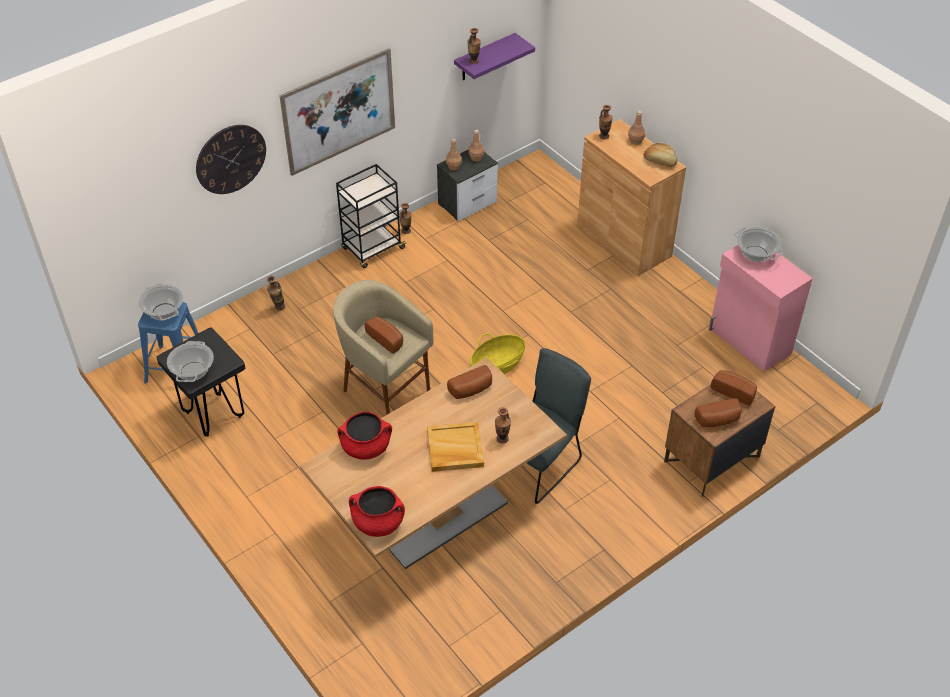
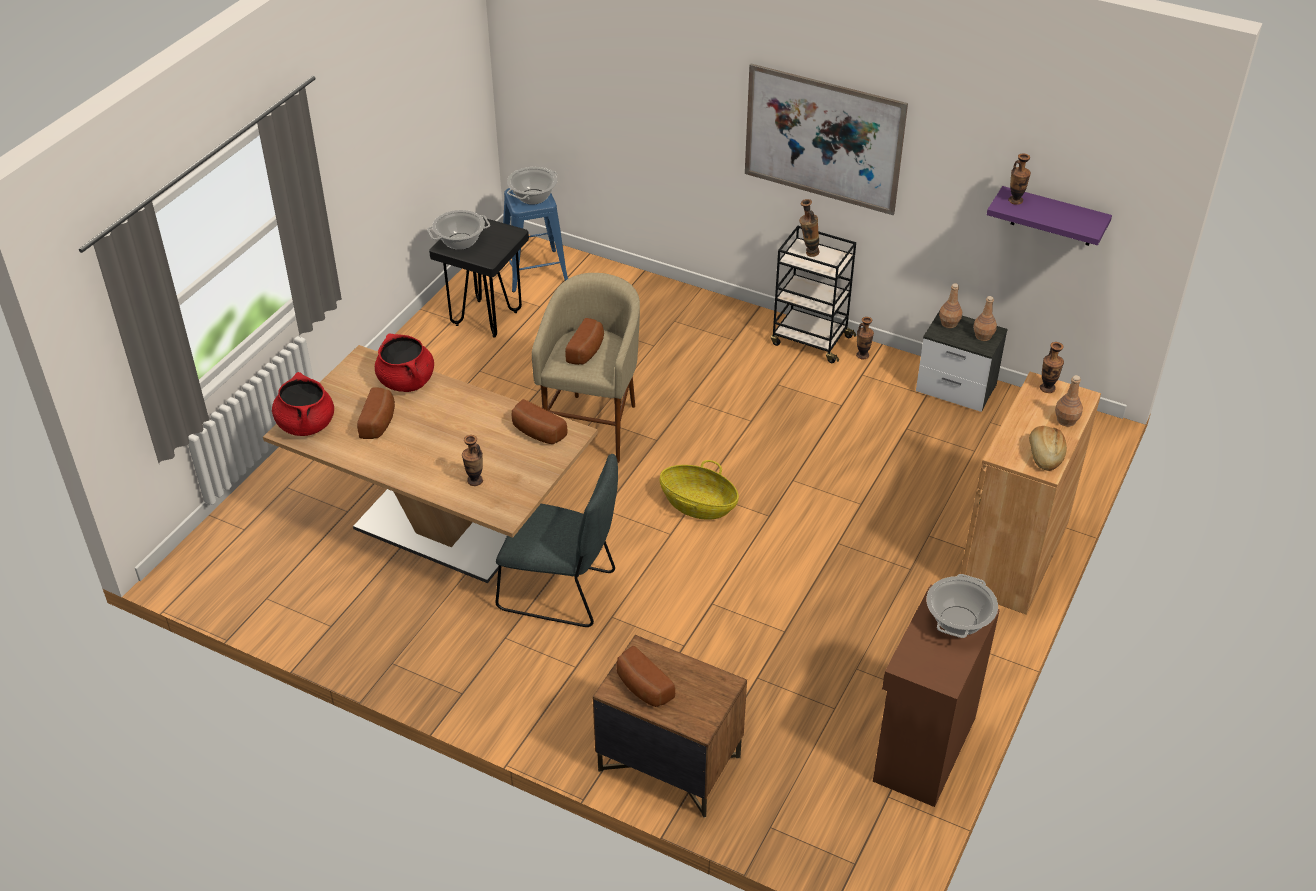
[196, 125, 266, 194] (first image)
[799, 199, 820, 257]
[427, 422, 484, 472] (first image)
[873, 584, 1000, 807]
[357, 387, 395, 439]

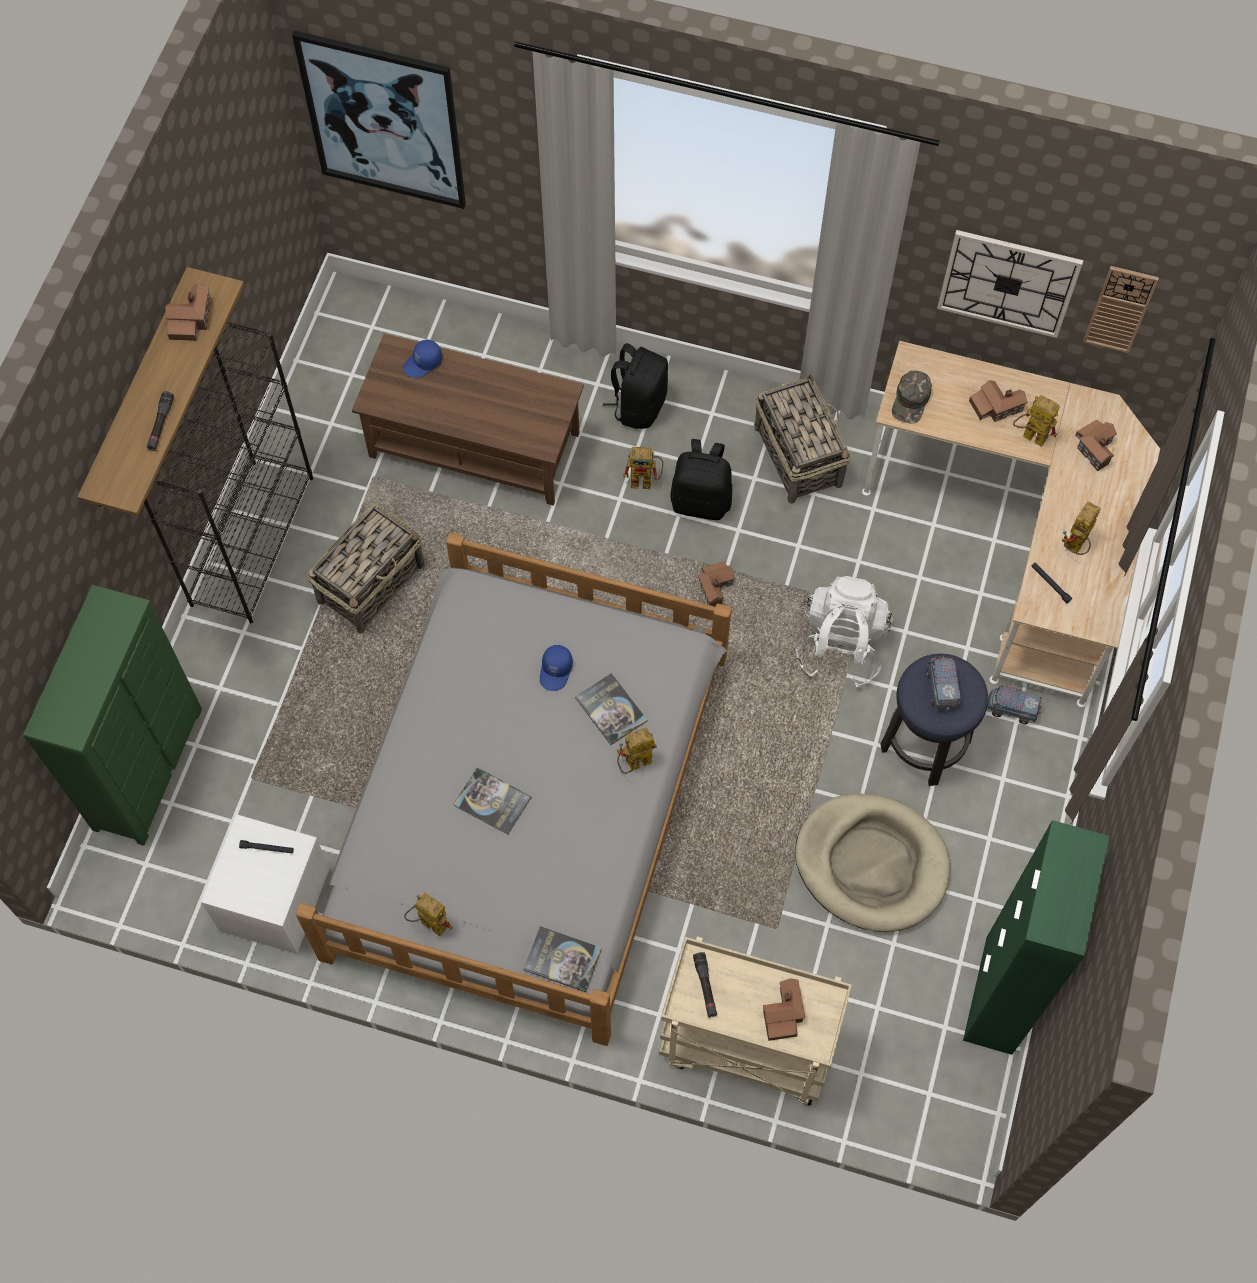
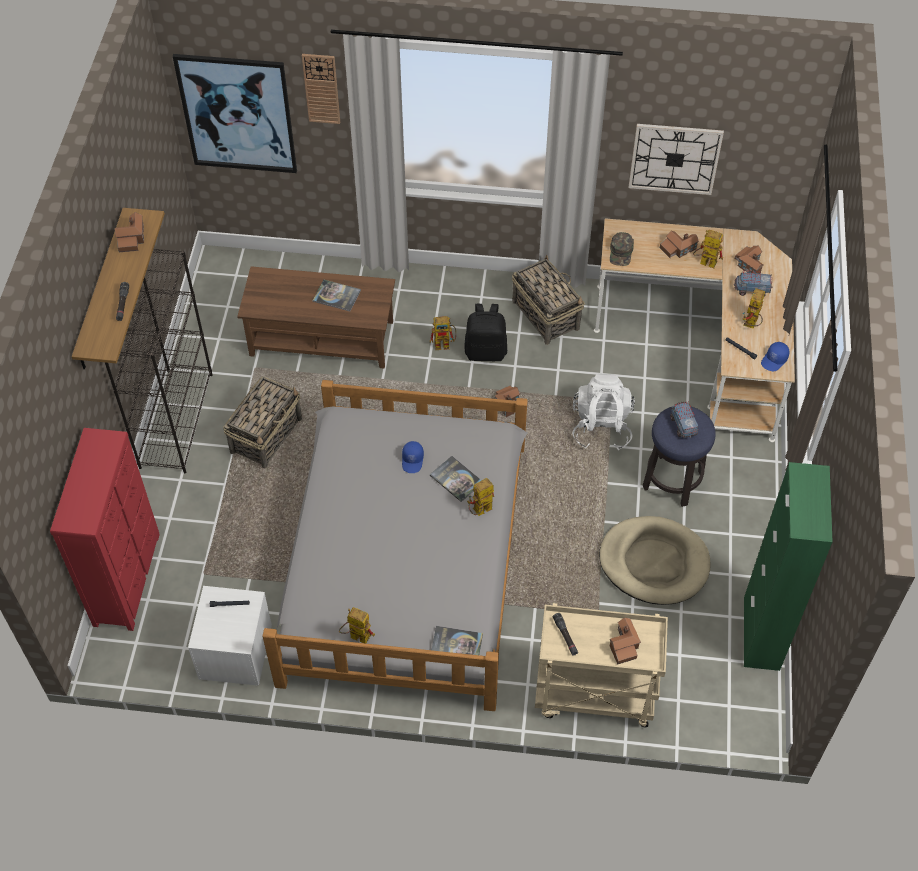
[50, 428, 160, 631]
[761, 342, 789, 371]
[312, 280, 361, 311]
[603, 343, 668, 429] (first image)
[733, 270, 772, 297]
[302, 54, 340, 124]

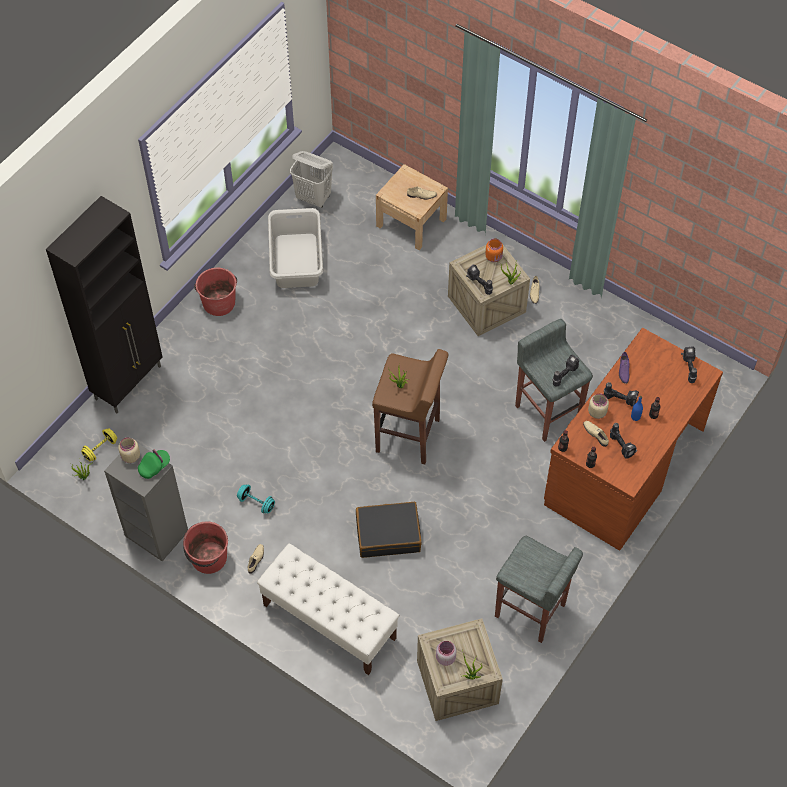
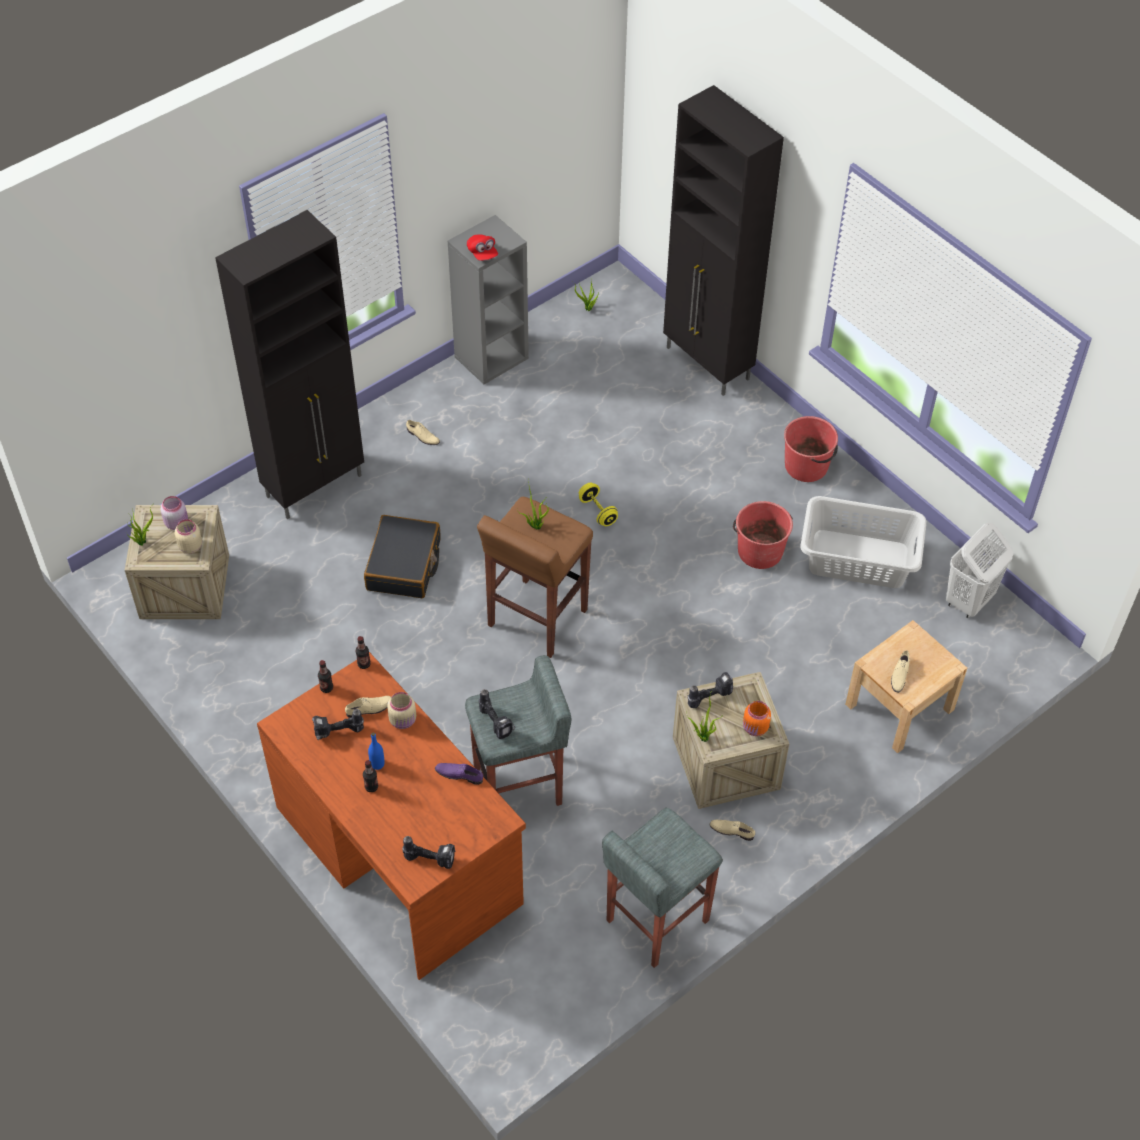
[579, 483, 618, 526]
[175, 519, 202, 554]
[467, 234, 498, 261]
[733, 501, 793, 569]
[237, 485, 275, 513] (first image)
[215, 210, 364, 519]
[602, 808, 723, 968]
[603, 382, 639, 406] (first image)

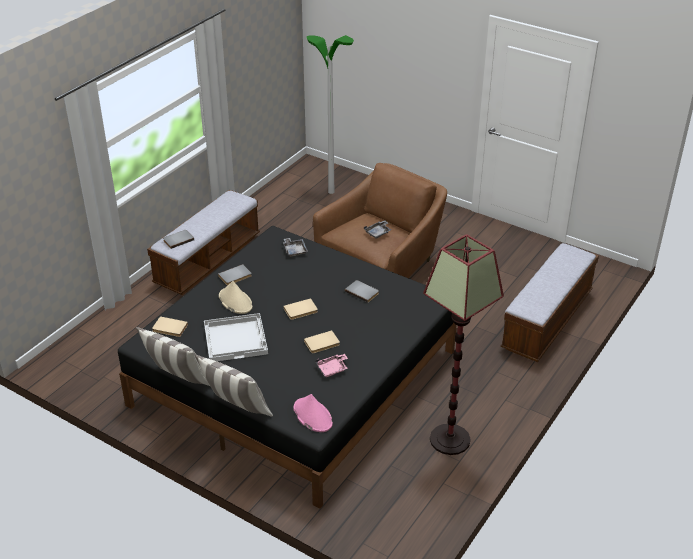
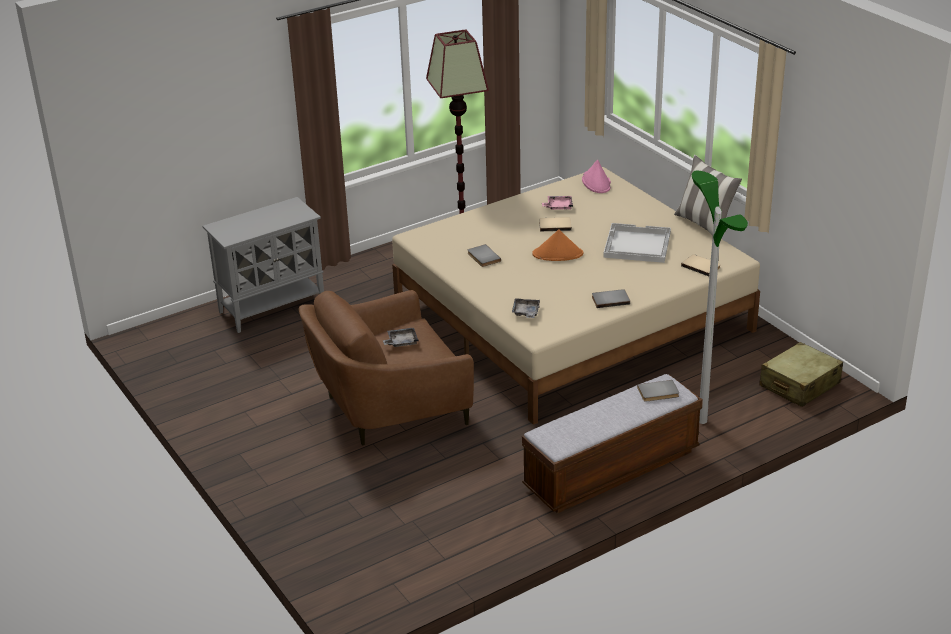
[392, 167, 760, 425]
[195, 355, 273, 416] (first image)
[219, 281, 253, 314] (first image)
[532, 229, 583, 261]
[692, 171, 748, 424]
[203, 197, 324, 333]
[759, 342, 843, 407]

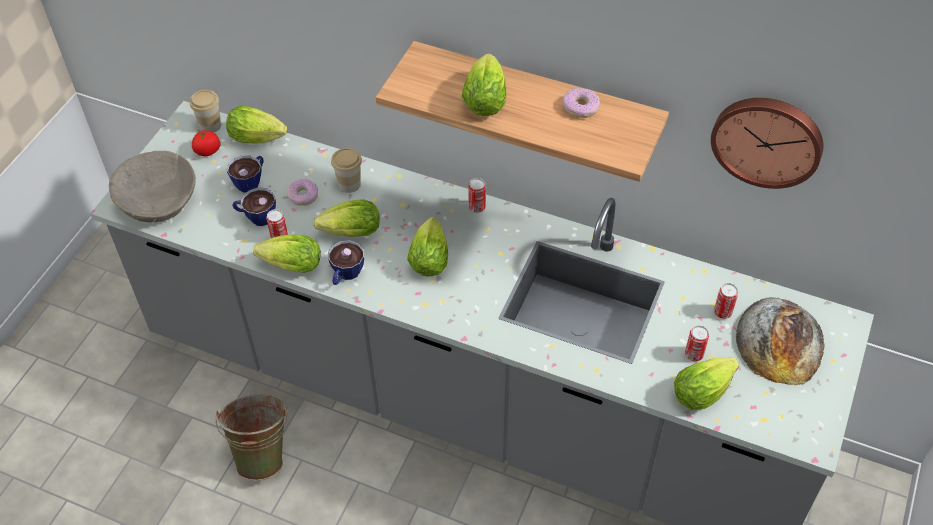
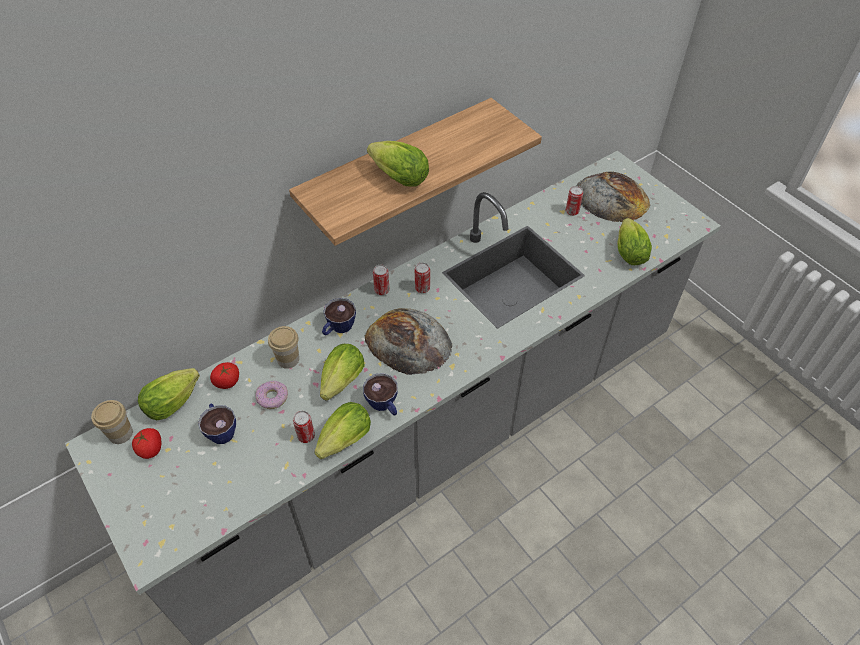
[109, 151, 196, 223] (first image)
[216, 394, 288, 481] (first image)
[322, 298, 356, 335]
[365, 308, 452, 375]
[562, 88, 600, 118] (first image)
[415, 262, 430, 293]
[711, 98, 823, 189] (first image)
[210, 362, 239, 389]

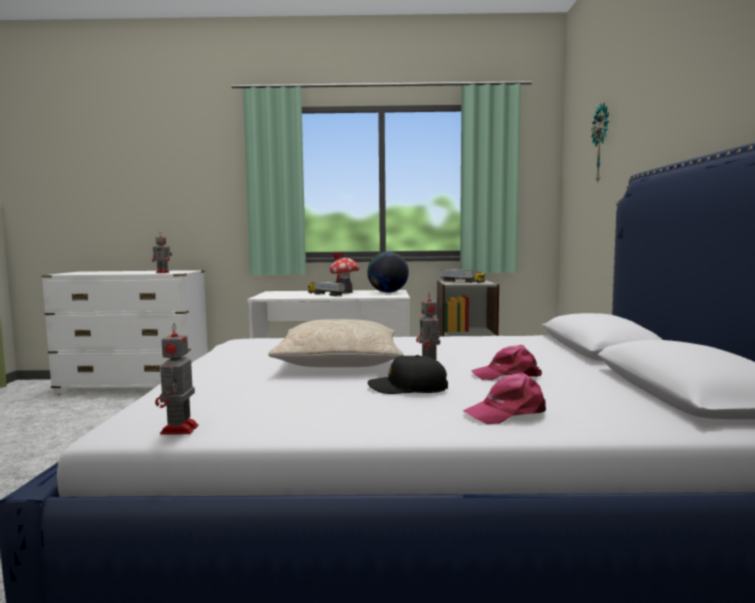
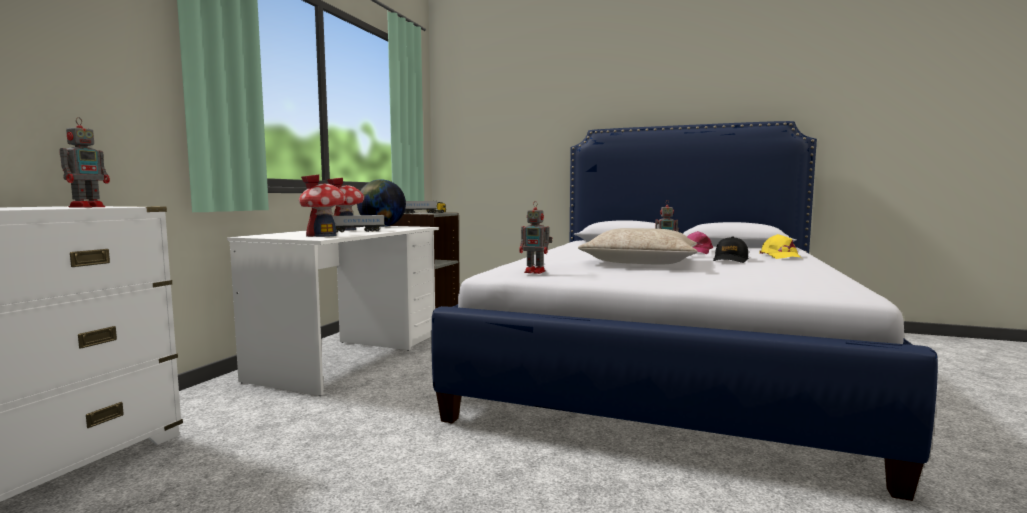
[519, 201, 552, 274]
[759, 234, 800, 259]
[591, 103, 609, 184] (first image)
[299, 175, 346, 237]

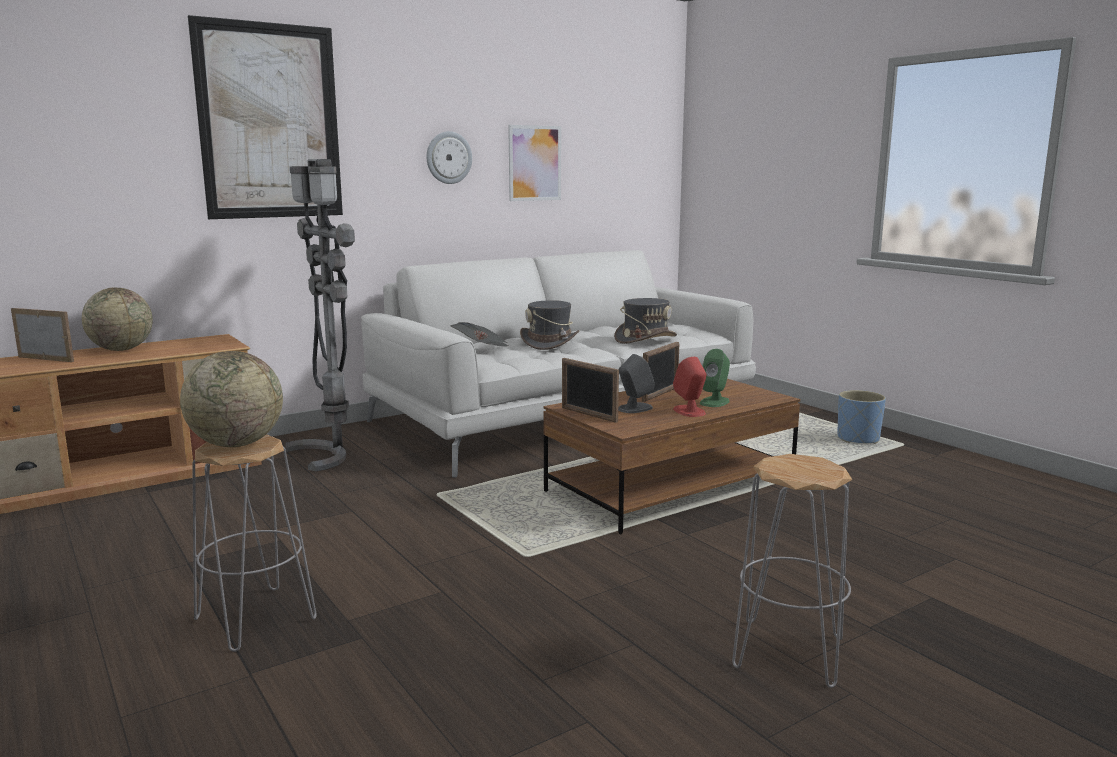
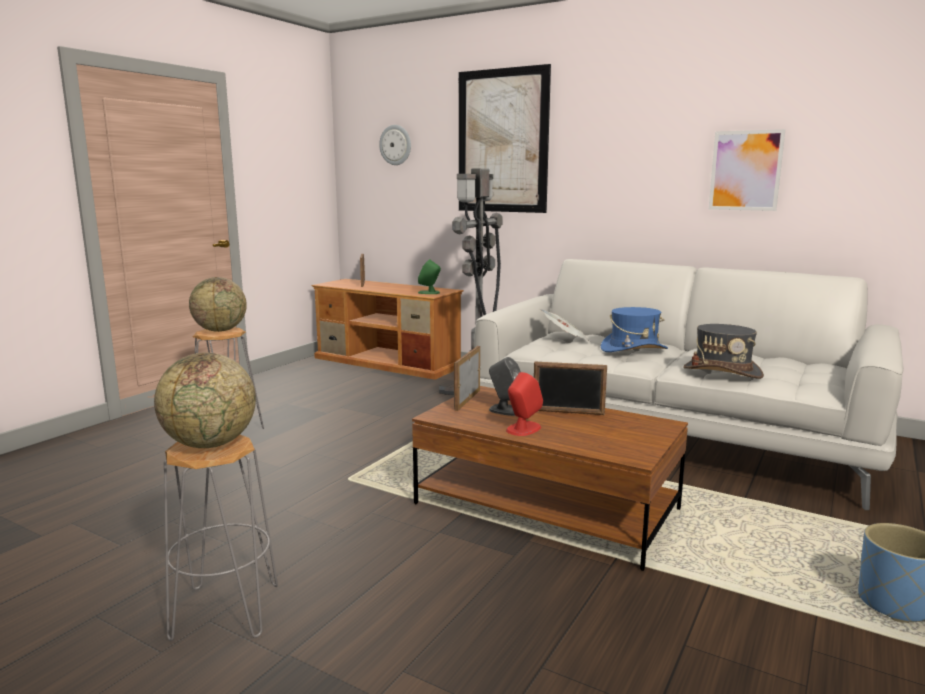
[154, 352, 256, 448]
[379, 125, 411, 165]
[601, 307, 668, 352]
[418, 259, 441, 294]

